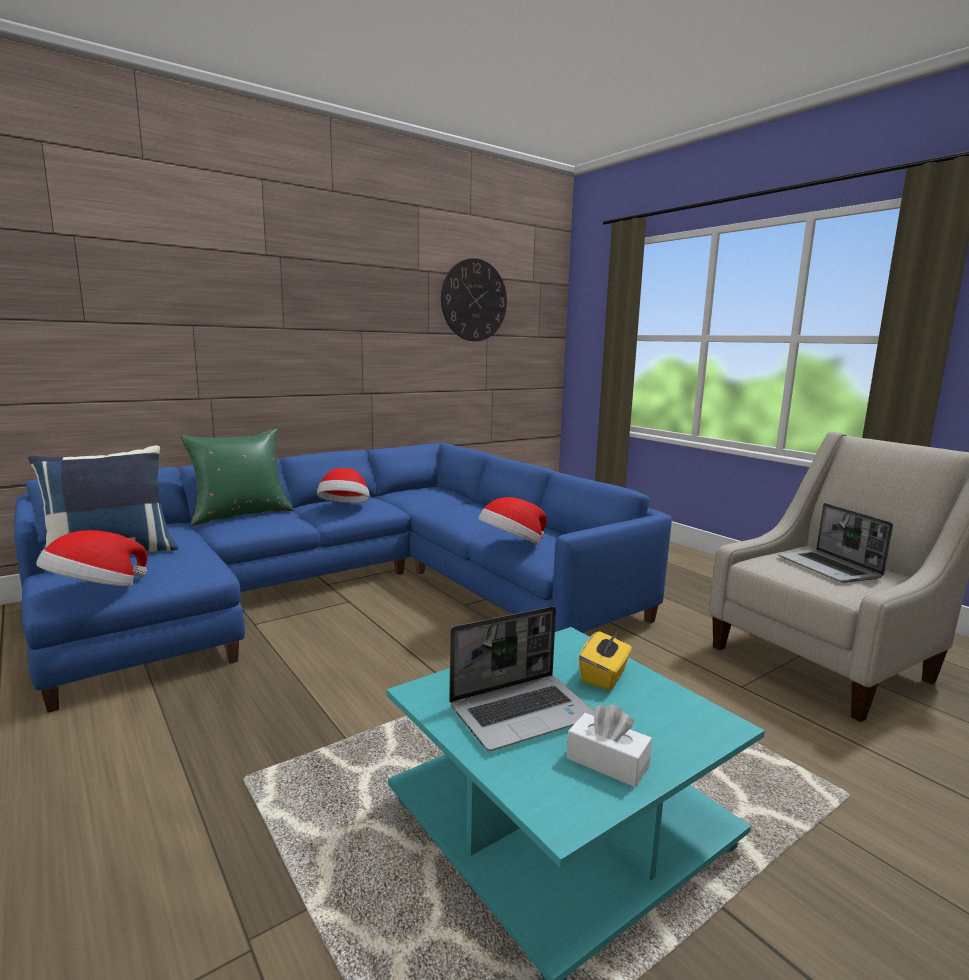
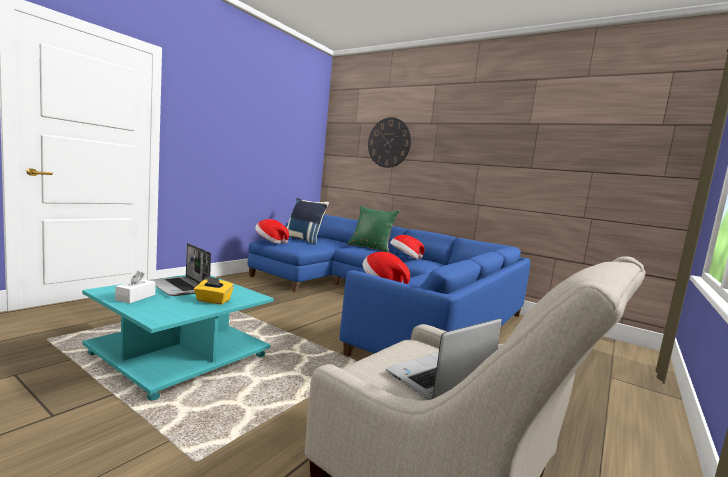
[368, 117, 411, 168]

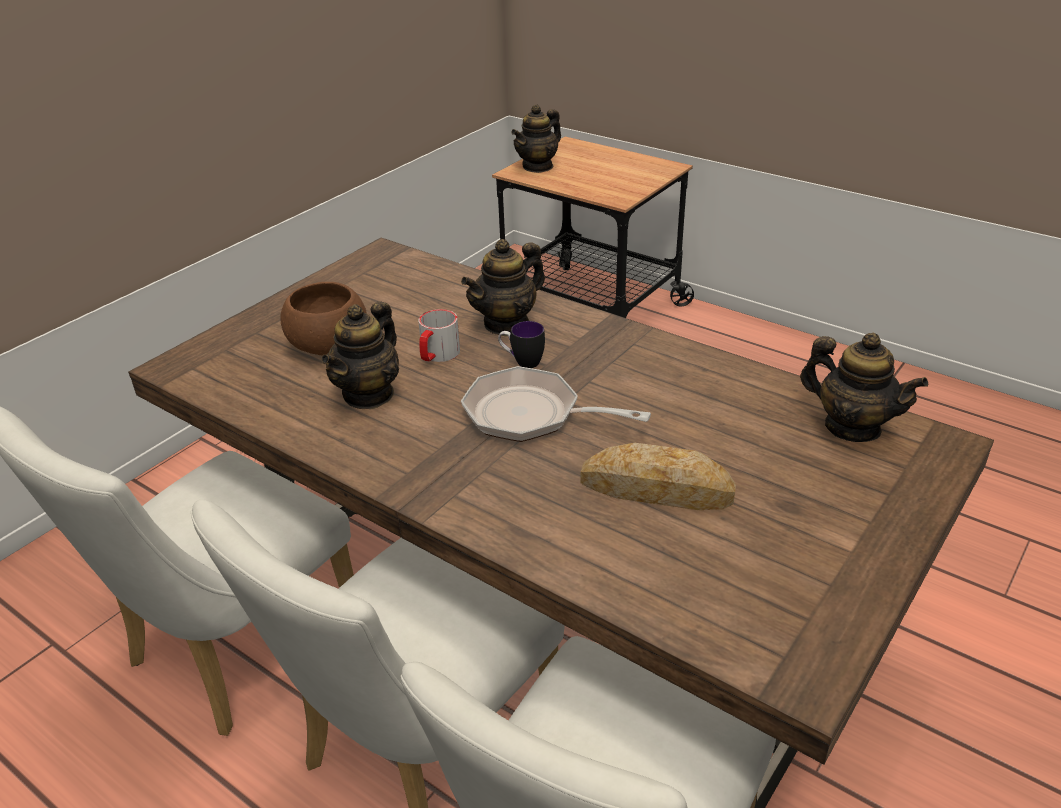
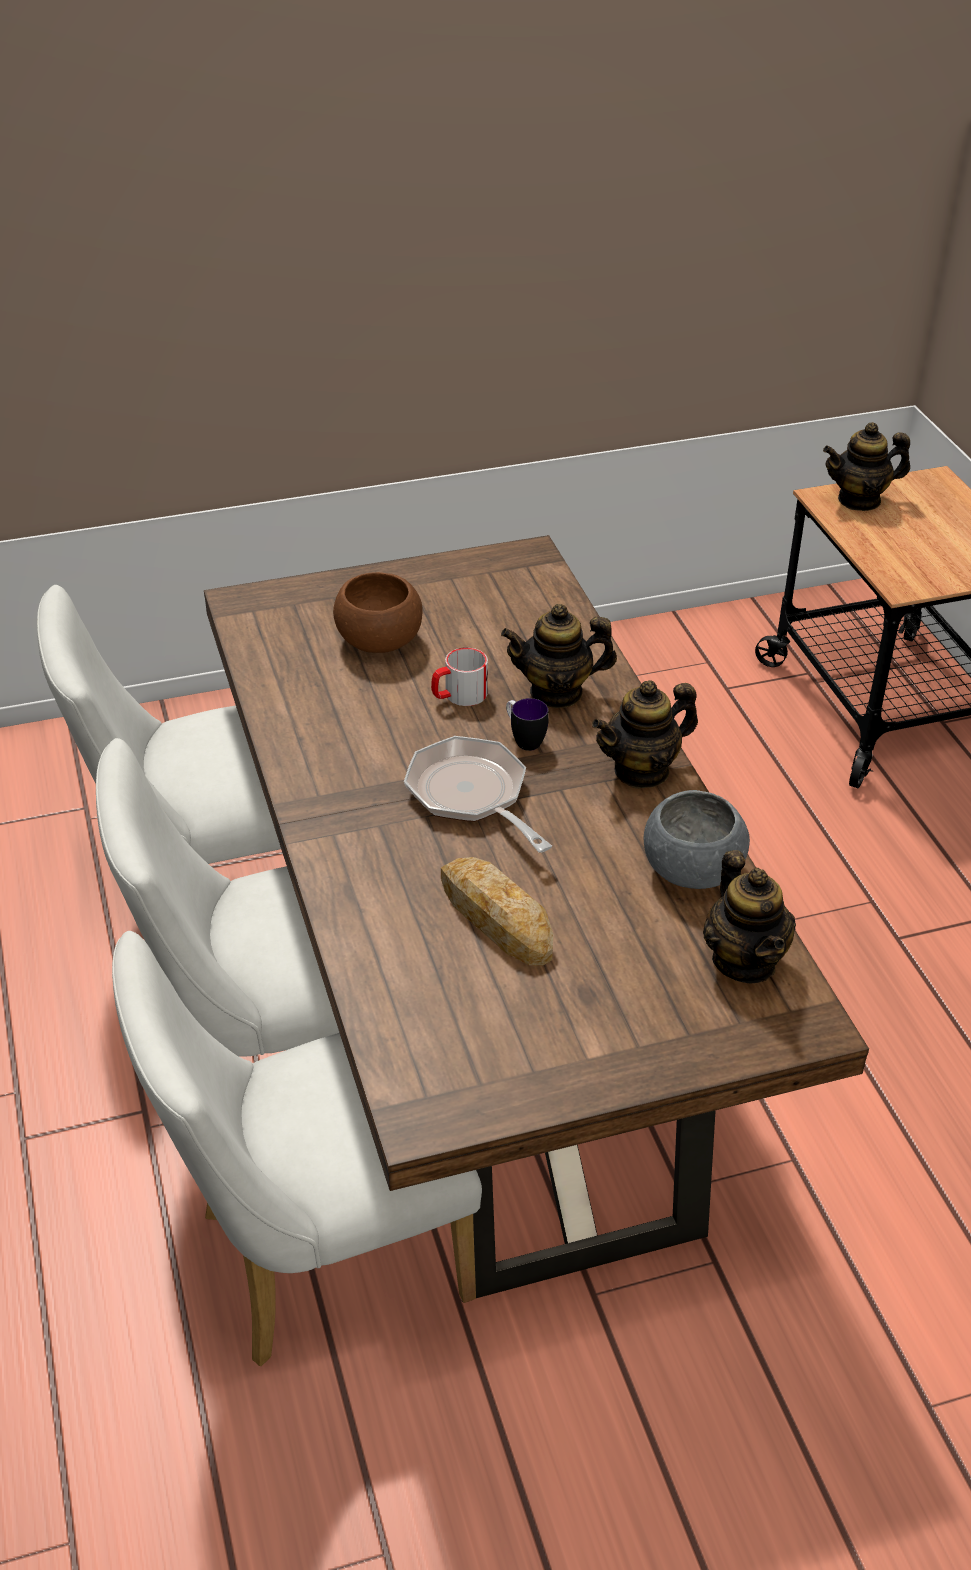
[592, 680, 698, 788]
[644, 790, 750, 889]

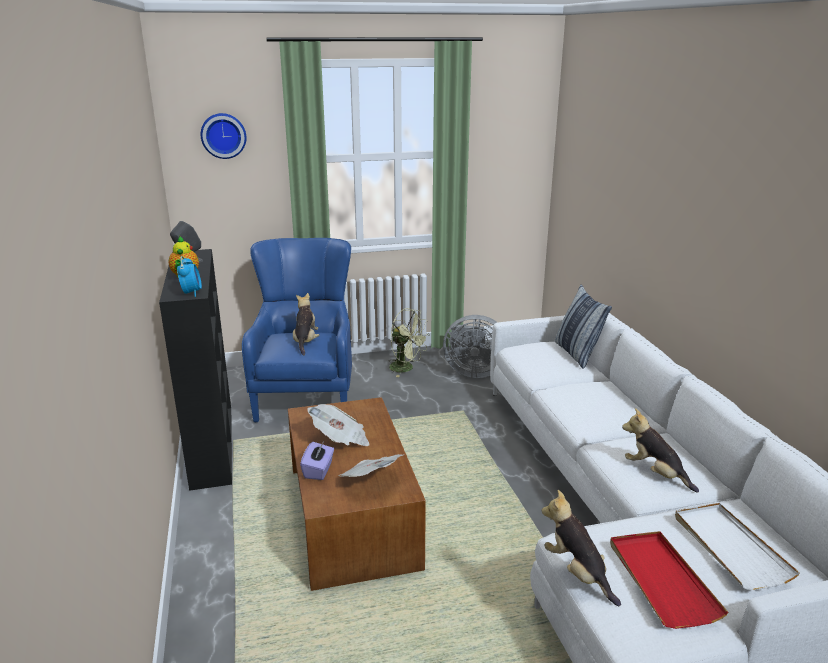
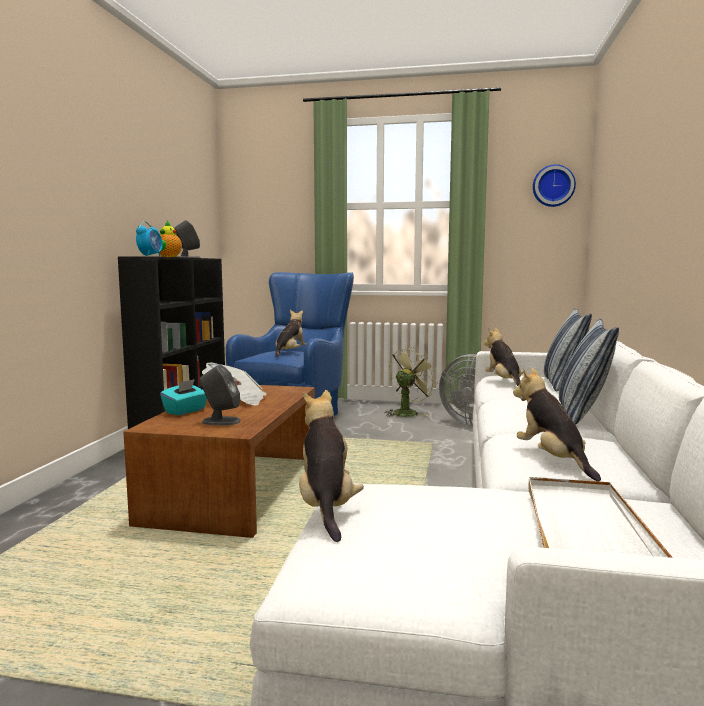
[533, 164, 576, 207]
[160, 379, 207, 415]
[200, 365, 241, 425]
[386, 347, 438, 417]
[610, 531, 729, 629] (first image)
[484, 328, 524, 386]
[559, 319, 619, 425]

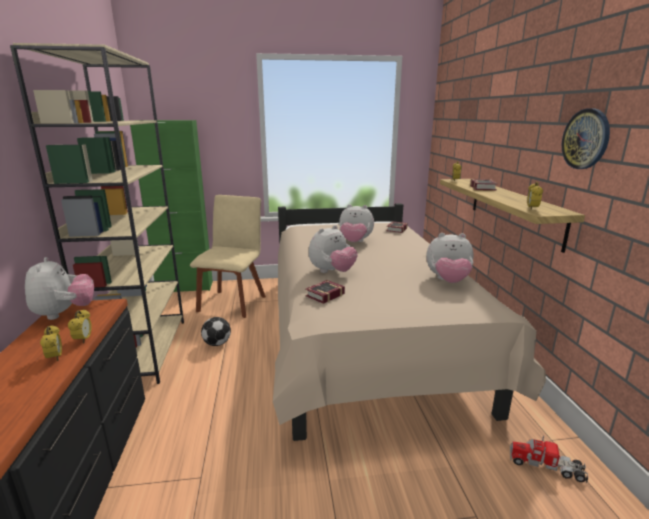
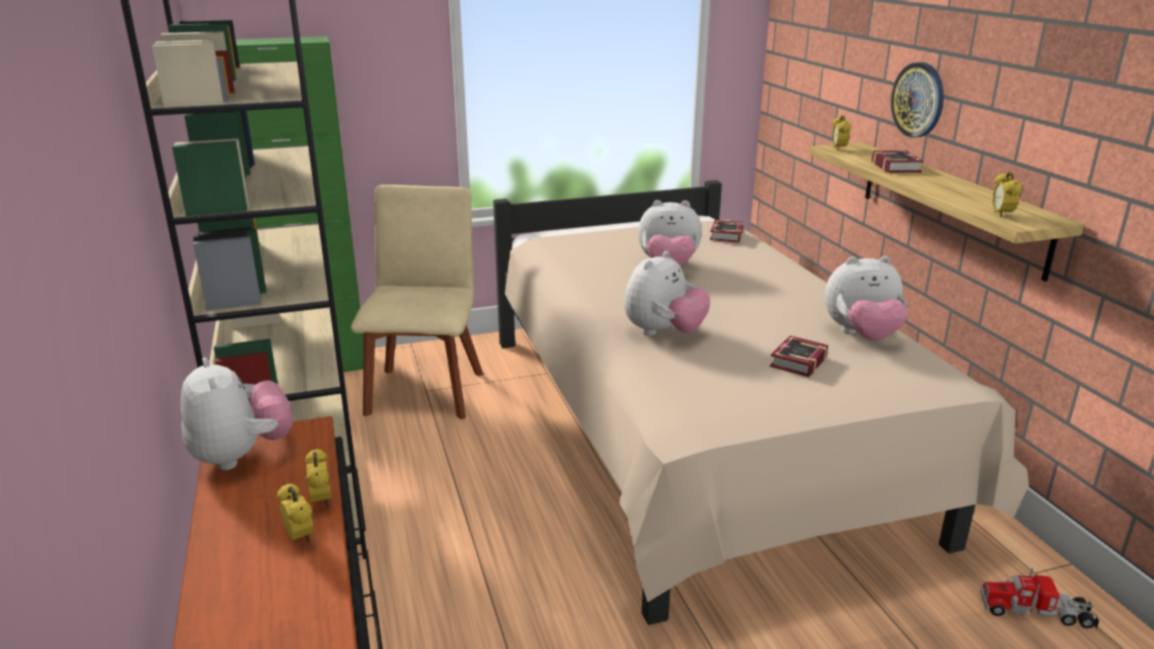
[201, 317, 231, 346] (first image)
[770, 336, 828, 377]
[891, 62, 944, 137]

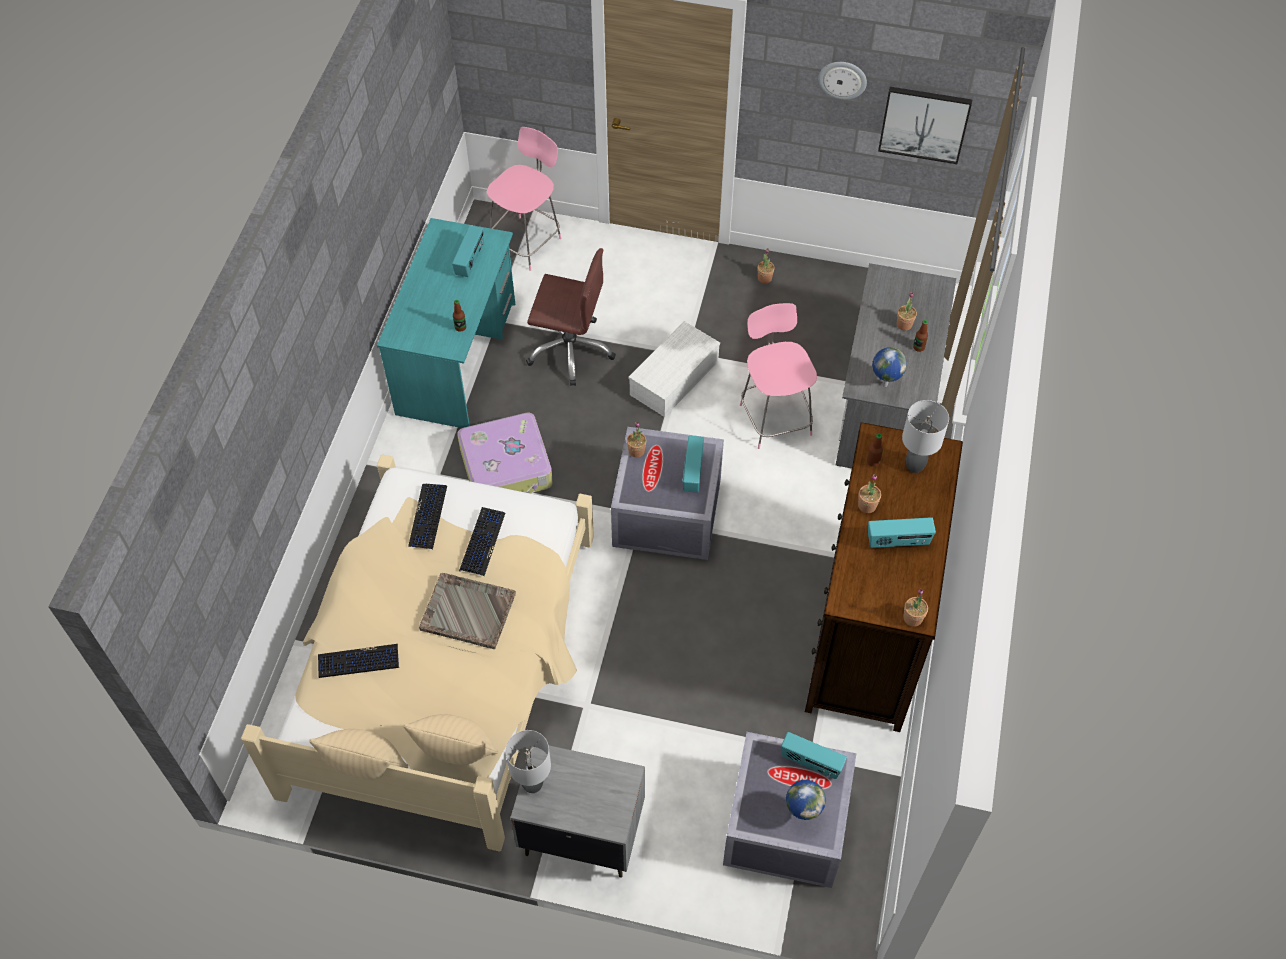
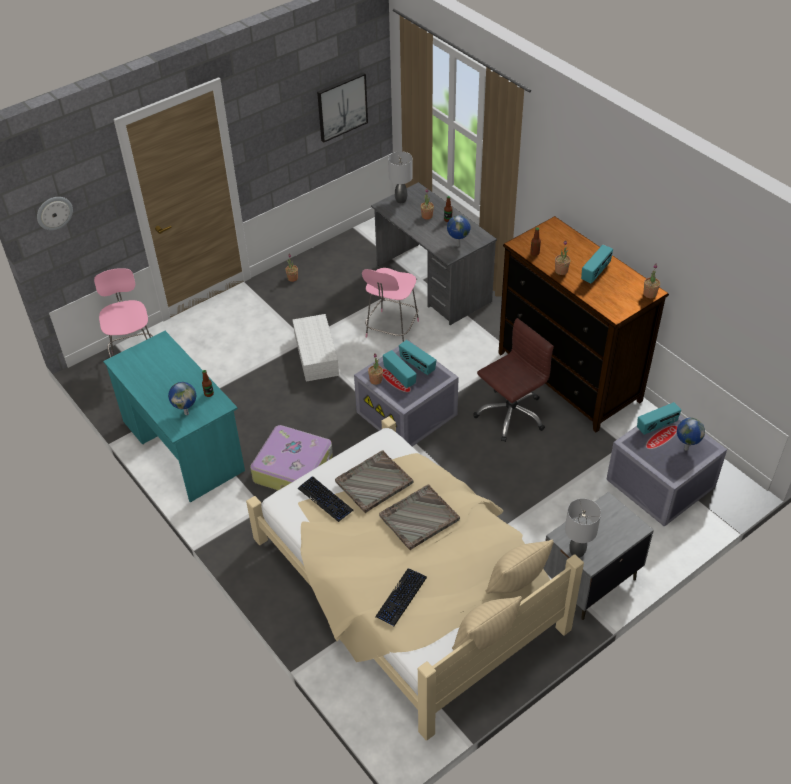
[383, 350, 417, 388]
[335, 450, 413, 513]
[473, 318, 554, 442]
[362, 268, 419, 342]
[37, 197, 73, 230]
[388, 151, 413, 203]
[168, 382, 196, 415]

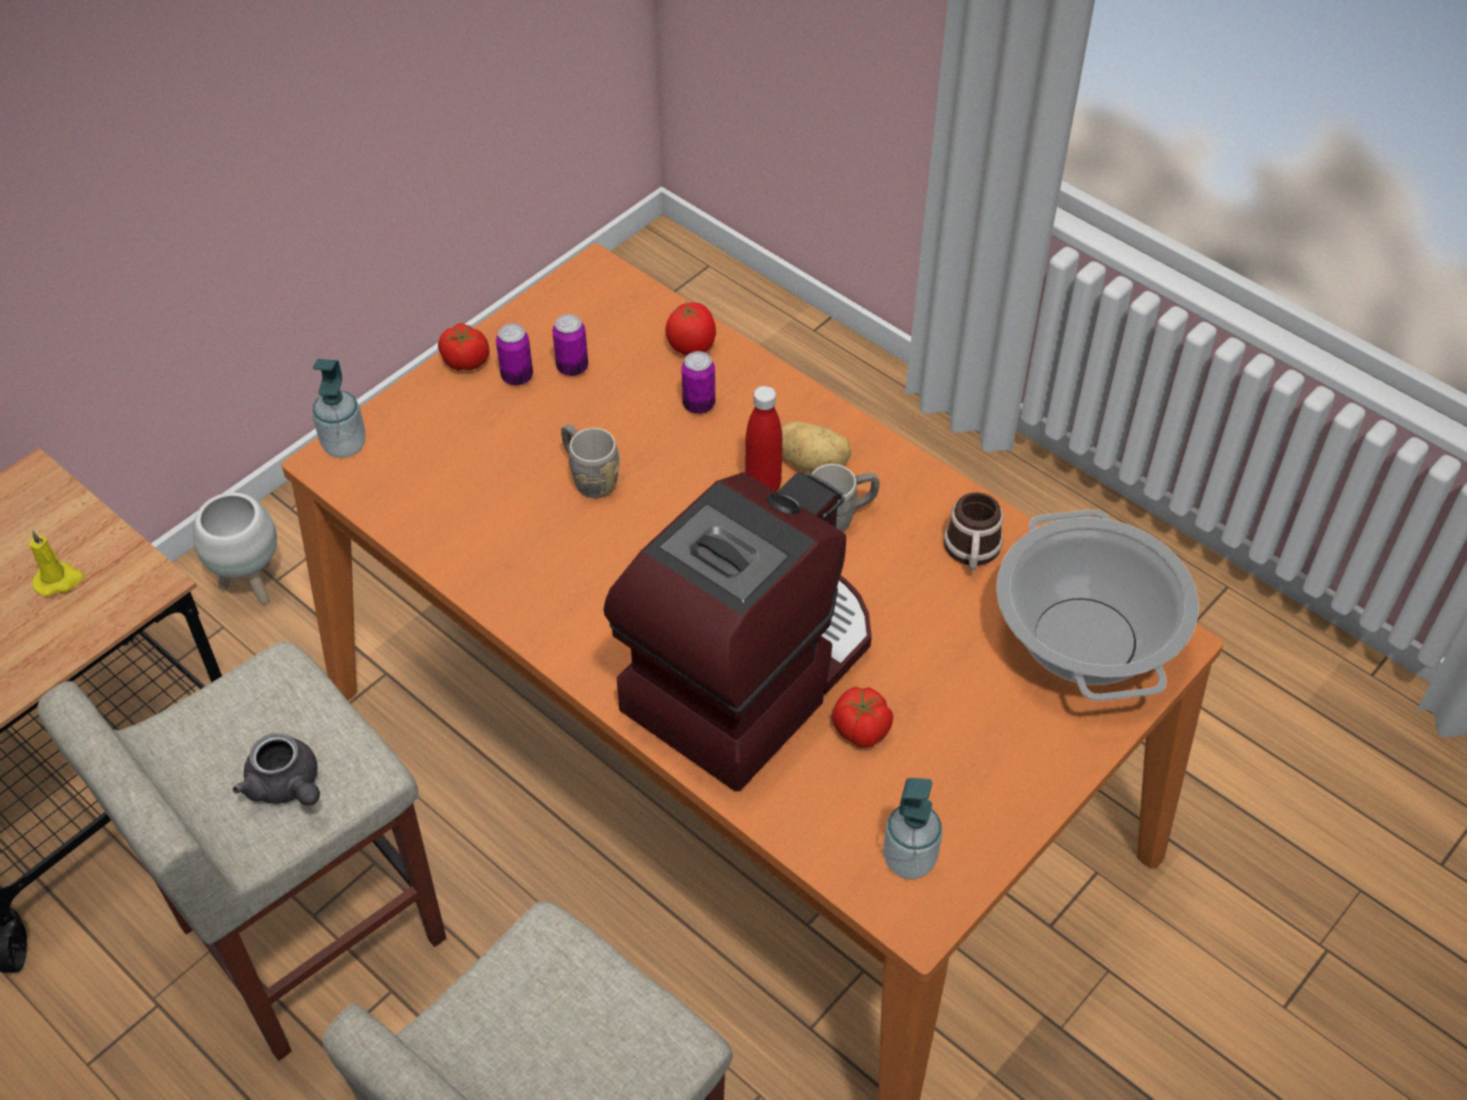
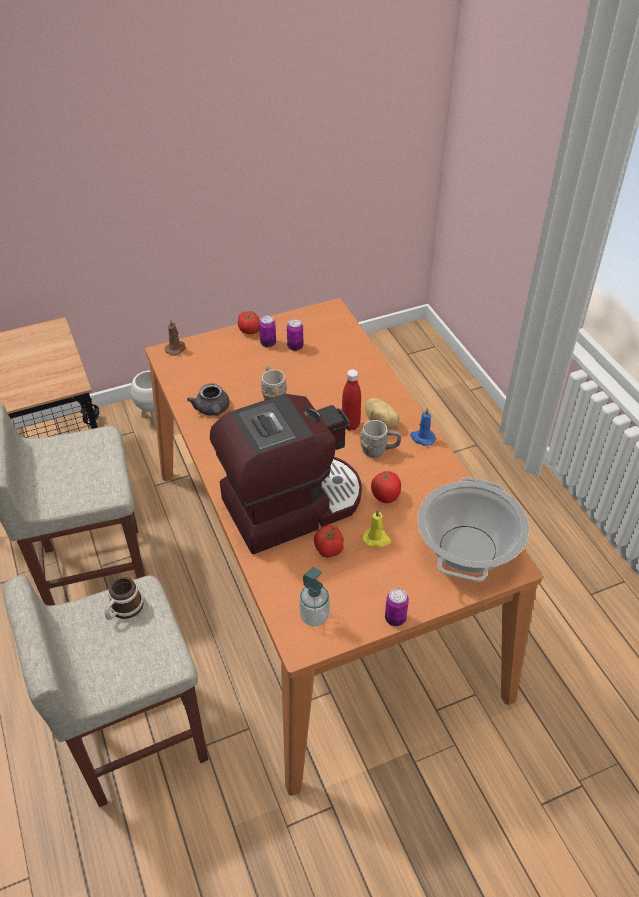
[362, 510, 391, 548]
[187, 383, 230, 416]
[165, 320, 186, 356]
[371, 471, 401, 503]
[385, 588, 409, 626]
[104, 577, 144, 620]
[410, 408, 436, 446]

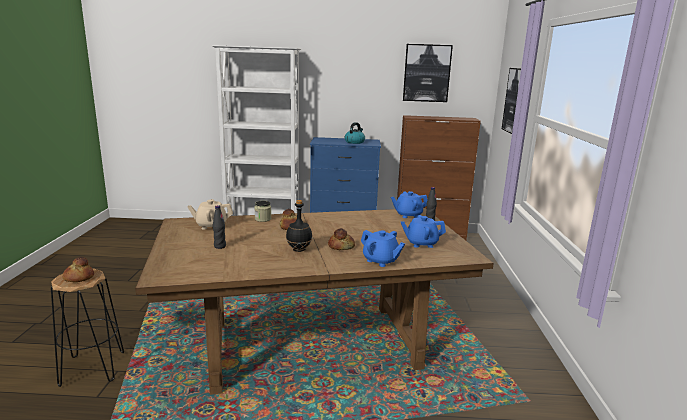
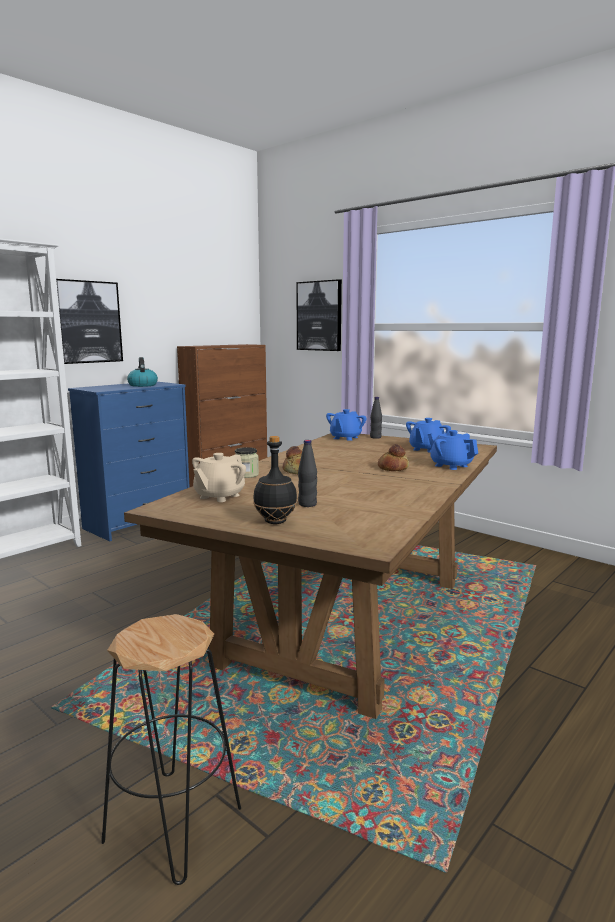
[62, 257, 94, 282] (first image)
[253, 436, 297, 524]
[428, 430, 478, 470]
[56, 279, 123, 364]

